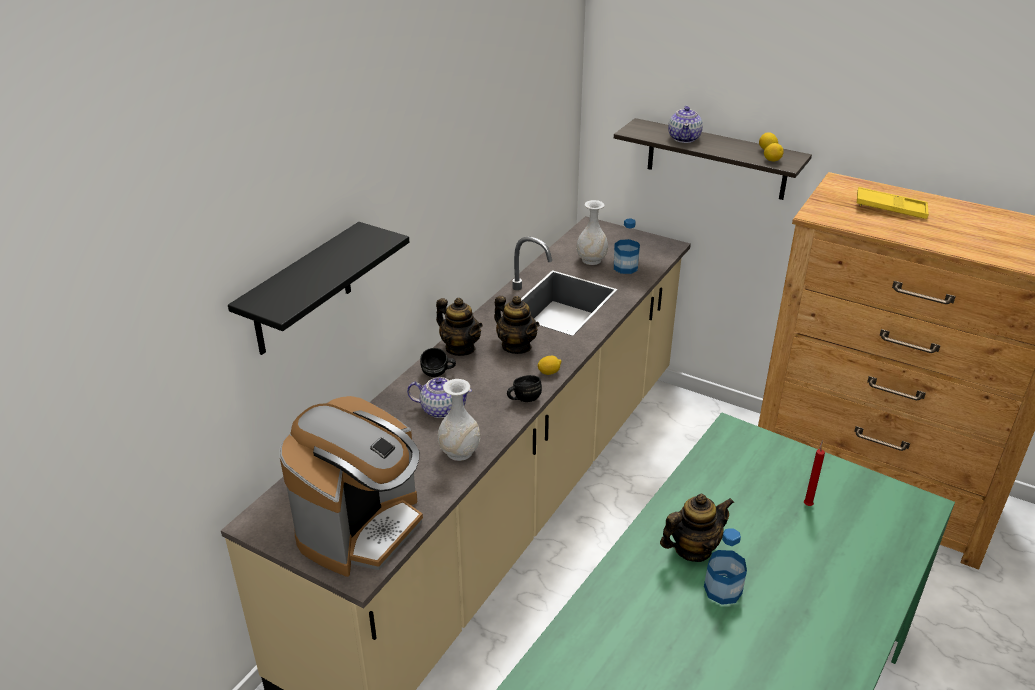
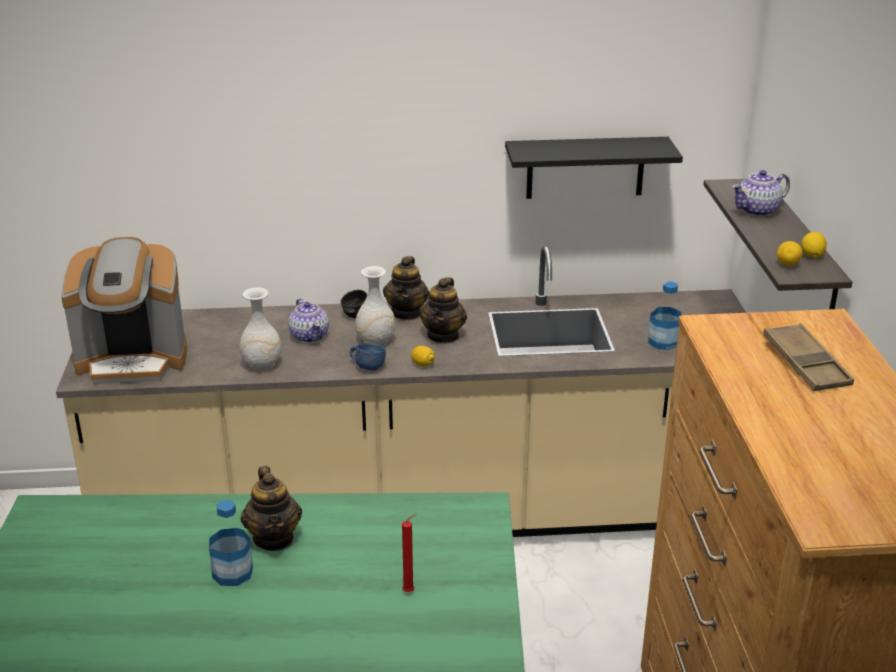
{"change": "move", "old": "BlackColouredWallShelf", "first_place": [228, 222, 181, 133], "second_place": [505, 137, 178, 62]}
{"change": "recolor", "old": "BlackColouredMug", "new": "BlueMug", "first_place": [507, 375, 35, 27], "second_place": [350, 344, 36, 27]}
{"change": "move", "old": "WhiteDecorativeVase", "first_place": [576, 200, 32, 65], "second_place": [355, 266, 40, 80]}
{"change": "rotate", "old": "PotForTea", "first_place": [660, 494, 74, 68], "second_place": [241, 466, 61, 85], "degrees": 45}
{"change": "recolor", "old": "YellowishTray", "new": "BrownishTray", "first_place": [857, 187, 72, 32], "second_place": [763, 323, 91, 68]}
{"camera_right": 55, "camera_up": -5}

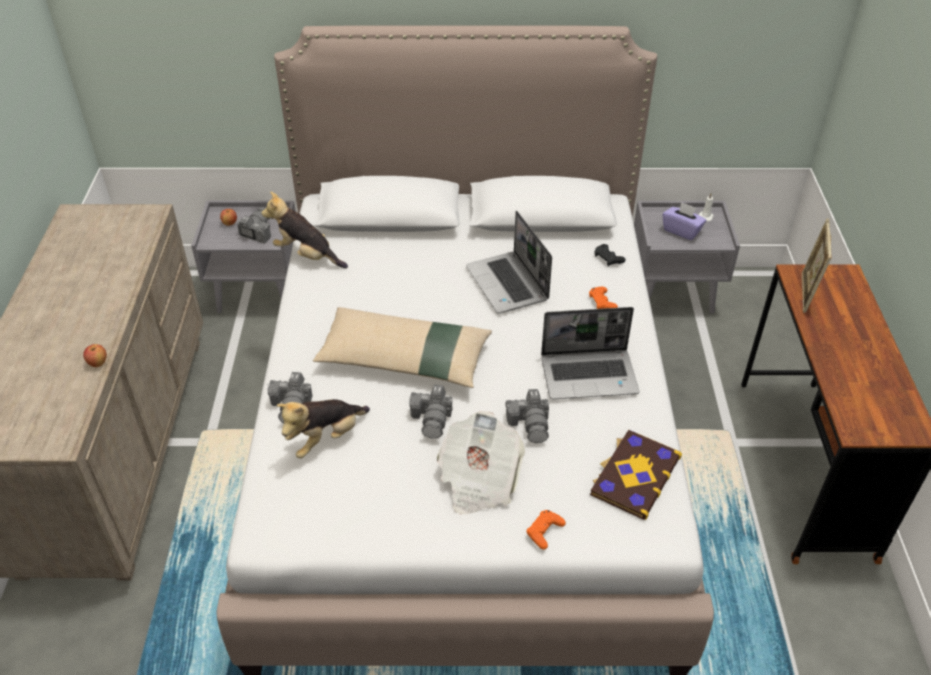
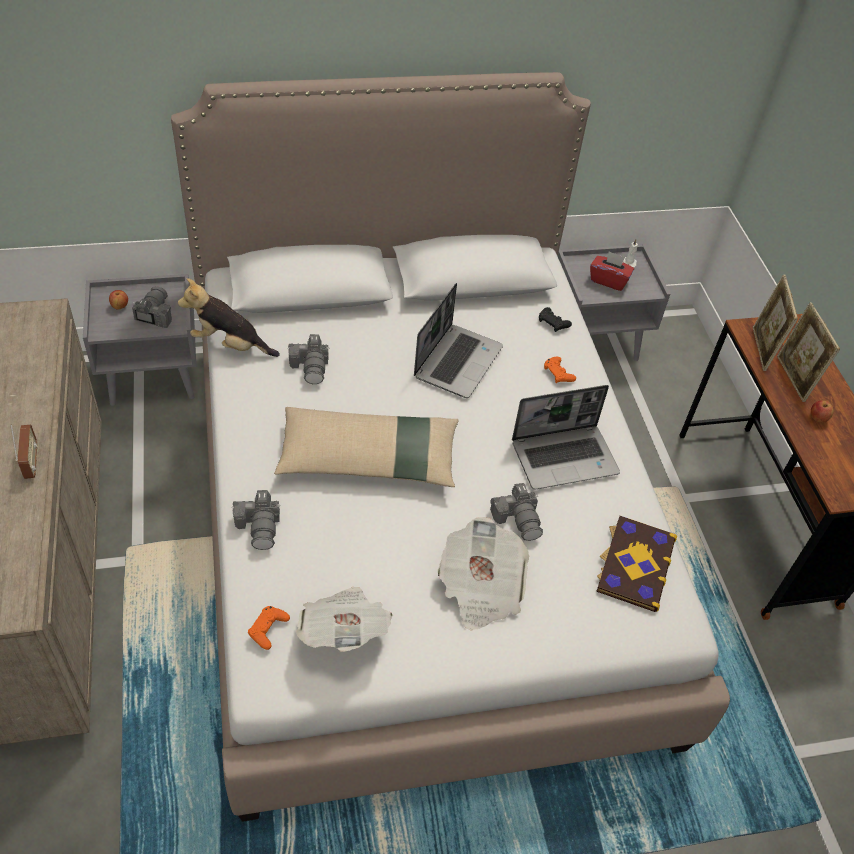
{"change": "move", "old": "WholeApple", "first_place": [83, 344, 24, 23], "second_place": [811, 400, 23, 23]}
{"change": "delete", "old": "SoftToy", "first_place": [276, 399, 94, 59]}
{"change": "move", "old": "StillCamera", "first_place": [409, 384, 44, 55], "second_place": [288, 334, 41, 50]}
{"change": "rotate", "old": "Laptop", "first_place": [466, 210, 86, 104], "second_place": [414, 283, 89, 115], "degrees": -120}
{"change": "move", "old": "OrangeColouredGameController", "first_place": [526, 510, 40, 40], "second_place": [248, 606, 42, 44]}
{"change": "recolor", "old": "PurpleTissueBox", "new": "RedTissueBox", "first_place": [663, 202, 44, 38], "second_place": [590, 251, 44, 40]}
{"change": "insert", "new": "RadioSet", "second_place": [10, 424, 28, 55]}
{"change": "insert", "new": "PrintedPaper", "second_place": [296, 587, 97, 65]}
{"change": "insert", "new": "PhotoFrame", "second_place": [777, 302, 63, 100]}
{"camera_right": -15, "camera_up": 5}

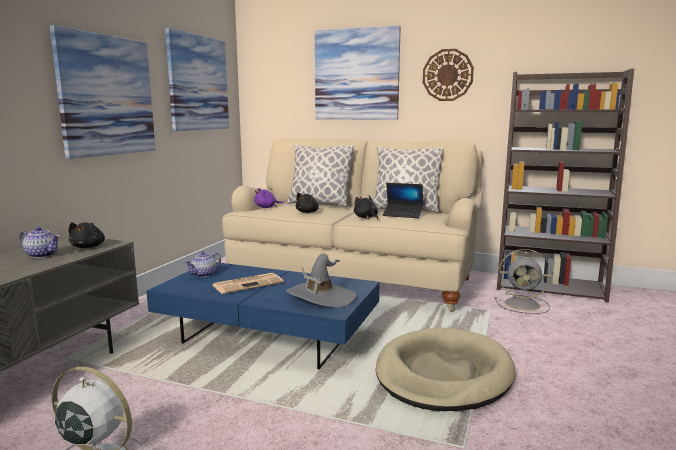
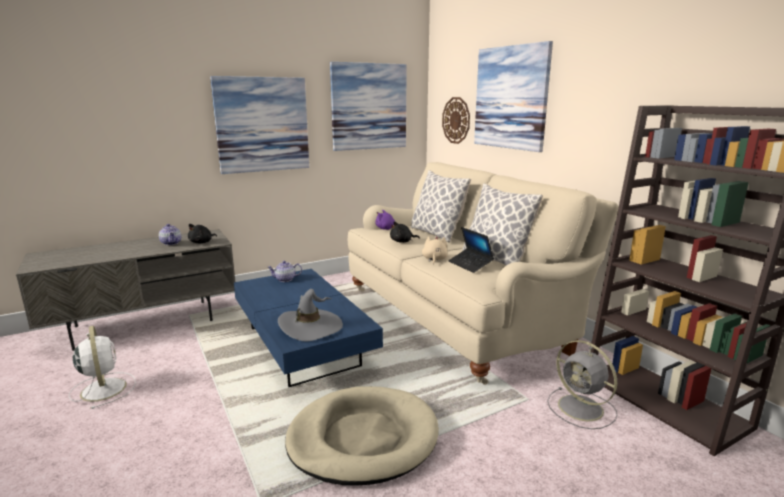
{"change": "delete", "old": "PrintedPaper", "first_place": [213, 273, 71, 21]}
{"change": "recolor", "old": "BlackColouredSoftToy", "new": "SandColouredSoftToy", "first_place": [354, 195, 24, 24], "second_place": [422, 236, 26, 29]}
{"change": "move", "old": "HangingClock", "first_place": [423, 49, 51, 52], "second_place": [442, 97, 28, 47]}
{"camera_right": 40, "camera_up": 5}

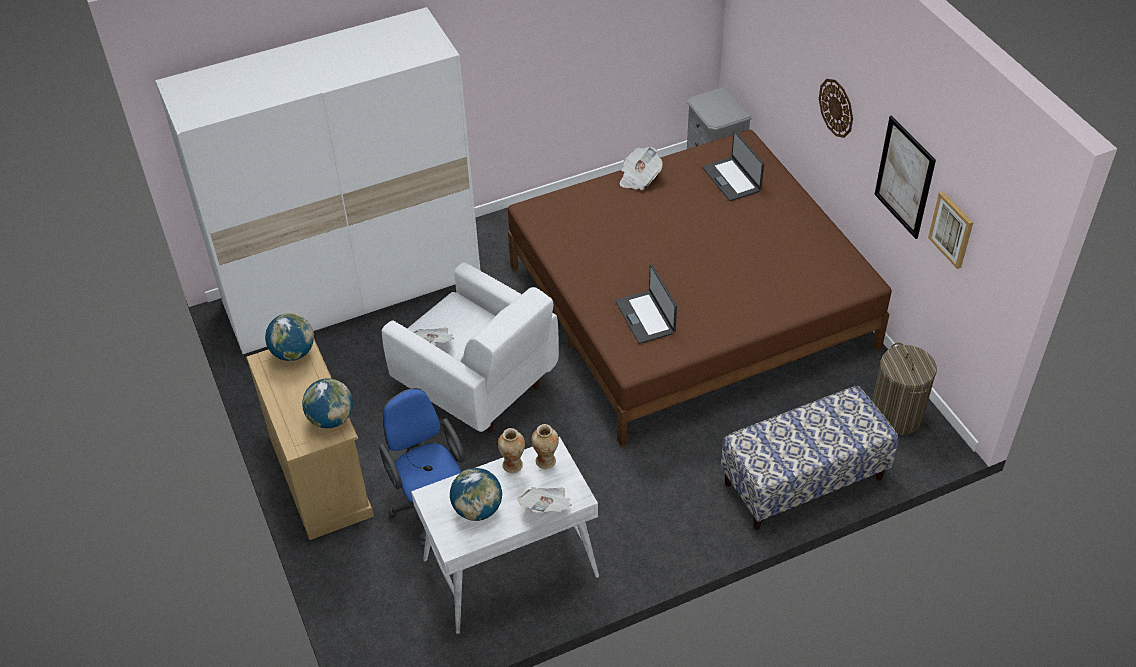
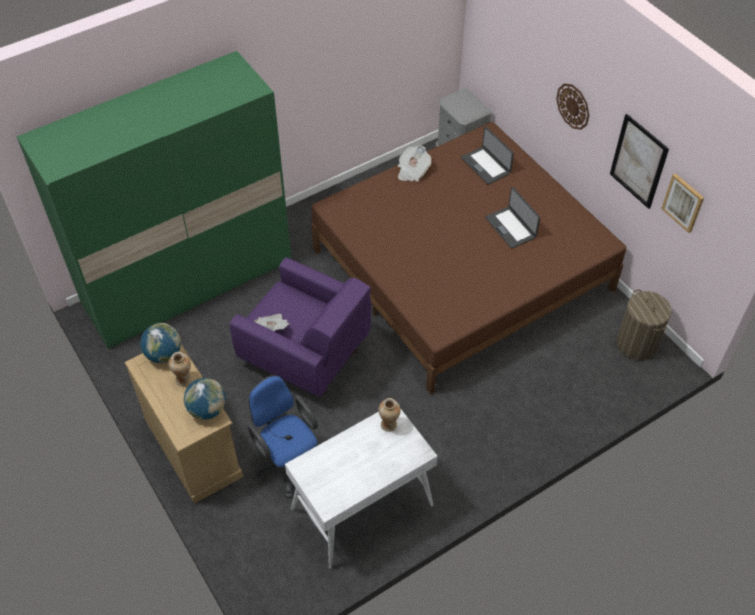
{"change": "recolor", "old": "WhiteWardrobe", "new": "GreenWardrobe", "first_place": [155, 7, 326, 347], "second_place": [17, 51, 275, 298]}
{"change": "recolor", "old": "WhiteEasyChair", "new": "PurpleEasyChair", "first_place": [382, 262, 177, 171], "second_place": [230, 257, 141, 140]}
{"change": "delete", "old": "Globe", "first_place": [450, 468, 52, 53]}
{"change": "move", "old": "DecorativeVase", "first_place": [498, 428, 27, 45], "second_place": [169, 352, 23, 34]}
{"change": "delete", "old": "PrintedPaper", "first_place": [517, 487, 54, 26]}
{"change": "move", "old": "Laptop", "first_place": [615, 264, 62, 80], "second_place": [485, 187, 55, 62]}
{"change": "delete", "old": "LongSeat", "first_place": [721, 386, 178, 144]}
{"camera_right": -10, "camera_up": 5}

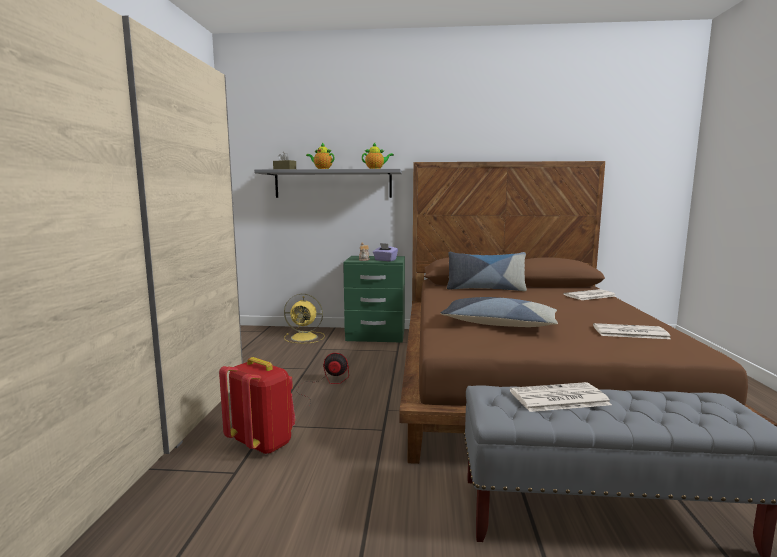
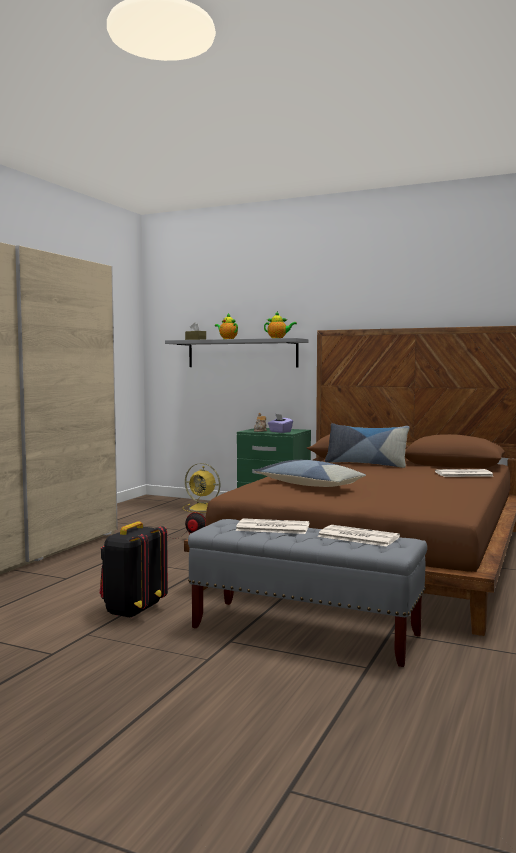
{"change": "delete", "old": "RedKnapsack", "first_place": [219, 357, 76, 98]}
{"change": "move", "old": "PrintedPaper", "first_place": [593, 323, 78, 16], "second_place": [317, 525, 83, 22]}
{"change": "insert", "new": "BlackColouredKnapsack", "second_place": [100, 522, 68, 96]}
{"camera_right": 20, "camera_up": -5}

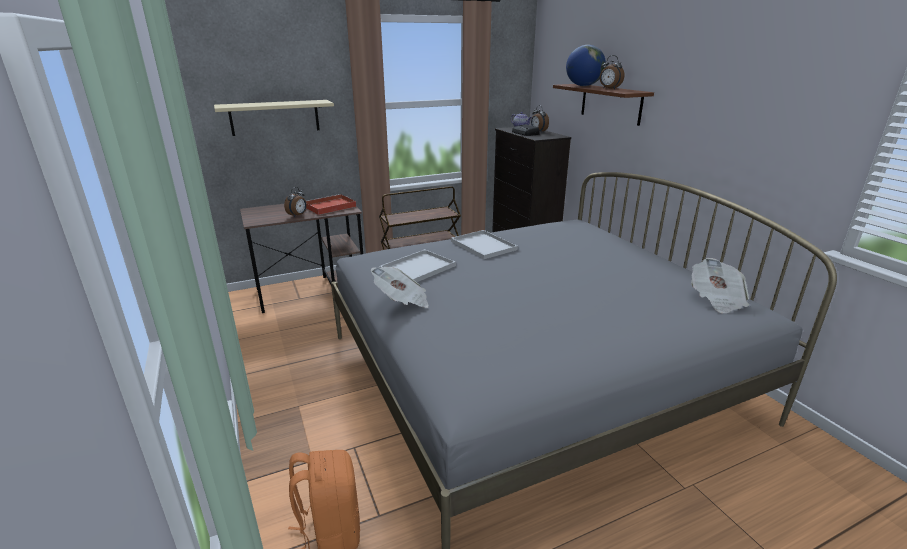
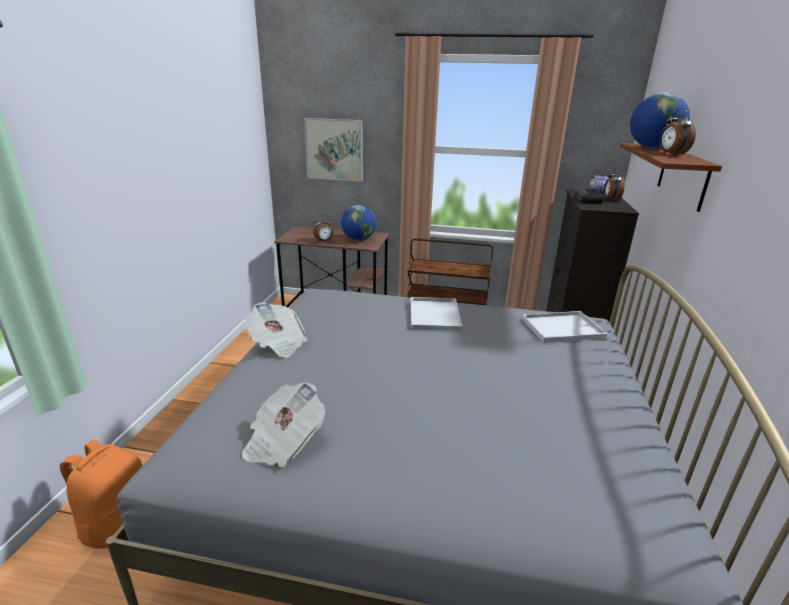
{"change": "replace", "old": "SandColouredWallShelf", "new": "Picture", "first_place": [214, 100, 120, 36], "second_place": [304, 118, 59, 64]}
{"change": "replace", "old": "RedTray", "new": "Globe", "first_place": [306, 194, 50, 21], "second_place": [341, 205, 35, 36]}
{"change": "move", "old": "WhiteTray", "first_place": [379, 249, 77, 33], "second_place": [522, 311, 85, 32]}
{"change": "move", "old": "PrintedPaper", "first_place": [691, 258, 58, 55], "second_place": [241, 383, 84, 84]}
{"camera_right": 35, "camera_up": 0}

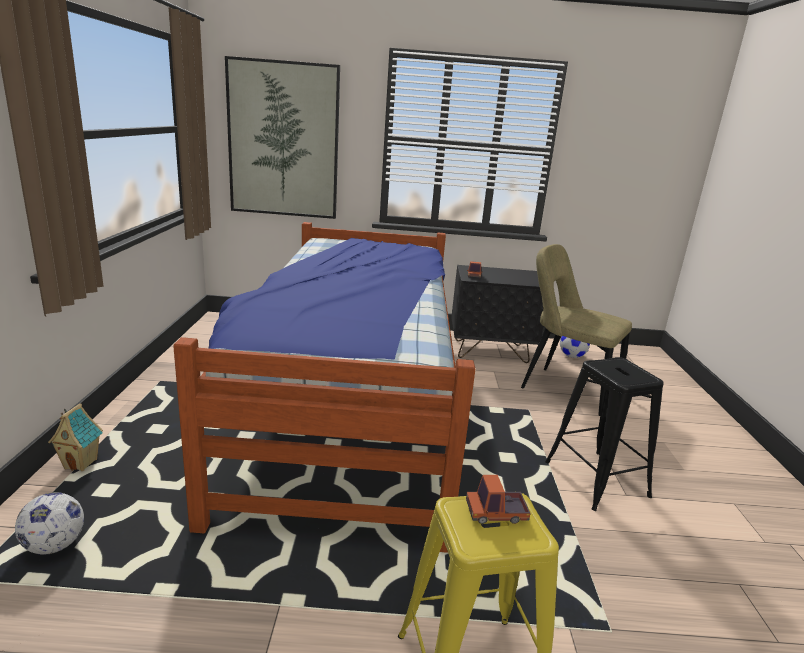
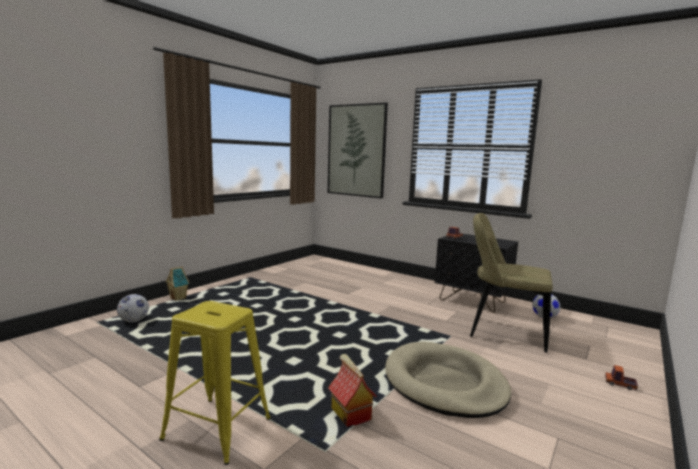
{"change": "delete", "old": "SleepingBed", "first_place": [173, 222, 302, 331]}
{"change": "move", "old": "ToyLorry", "first_place": [466, 475, 64, 49], "second_place": [605, 365, 33, 25]}
{"change": "rotate", "old": "SandColouredPlainChair", "first_place": [521, 244, 111, 172], "second_place": [470, 213, 83, 140], "degrees": -45}
{"change": "replace", "old": "BlackColouredSittingStool", "new": "SandColouredDogBed", "first_place": [545, 357, 118, 154], "second_place": [385, 341, 127, 77]}
{"change": "insert", "new": "ToyHouse", "second_place": [328, 354, 49, 73]}
{"camera_right": 35, "camera_up": -10}

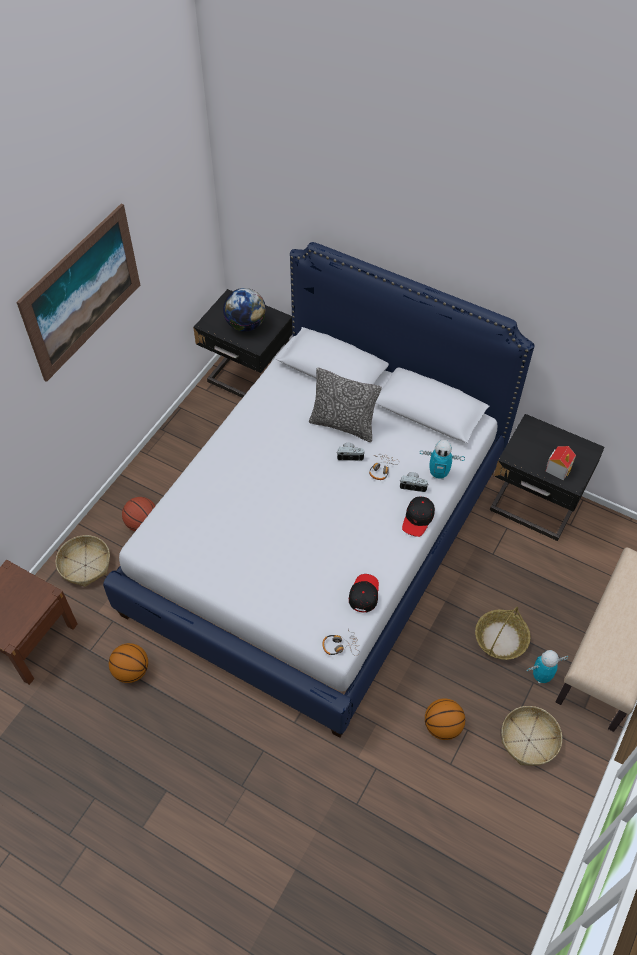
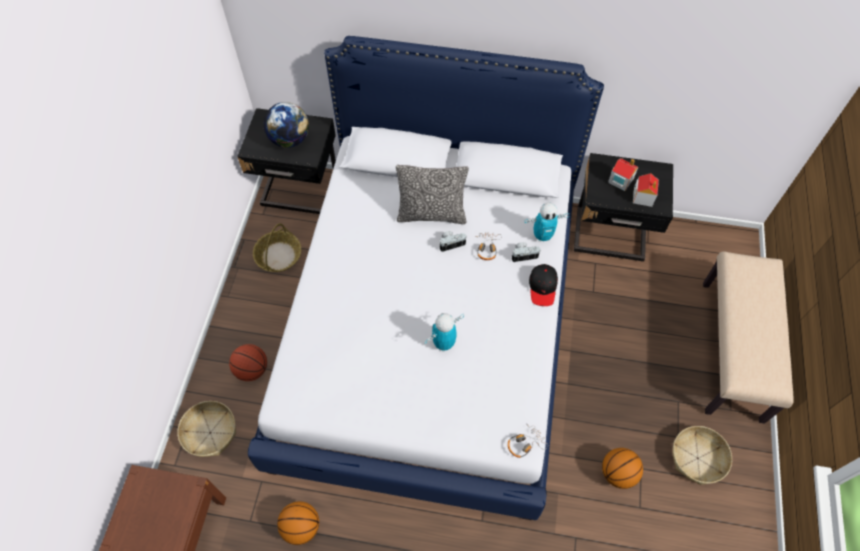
{"change": "delete", "old": "Picture", "first_place": [16, 204, 124, 178]}
{"change": "delete", "old": "BlackColouredBaseballCap", "first_place": [349, 574, 30, 38]}
{"change": "move", "old": "Basket", "first_place": [475, 607, 55, 53], "second_place": [253, 223, 48, 49]}
{"change": "move", "old": "RobotFigure", "first_place": [526, 650, 42, 34], "second_place": [424, 313, 40, 39]}
{"change": "insert", "new": "ToyHouse", "second_place": [608, 158, 30, 33]}
{"camera_right": -20, "camera_up": 5}

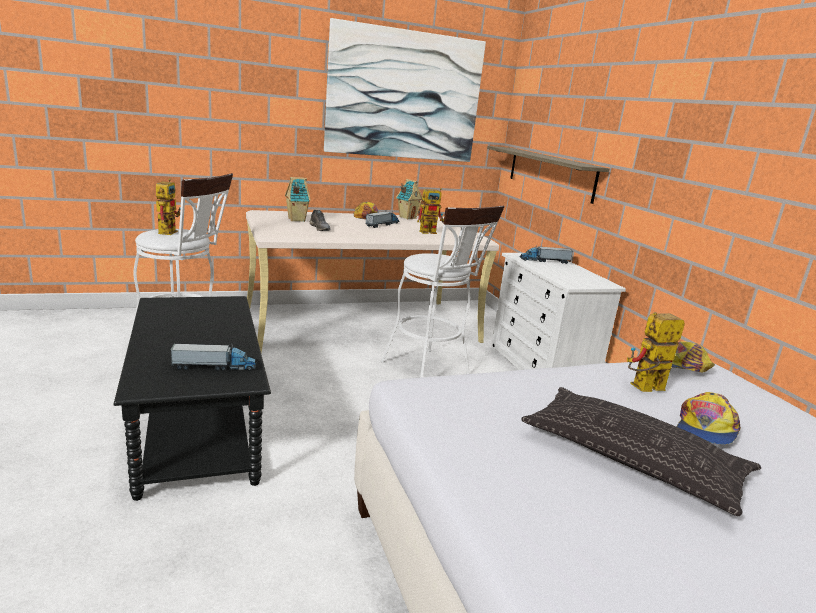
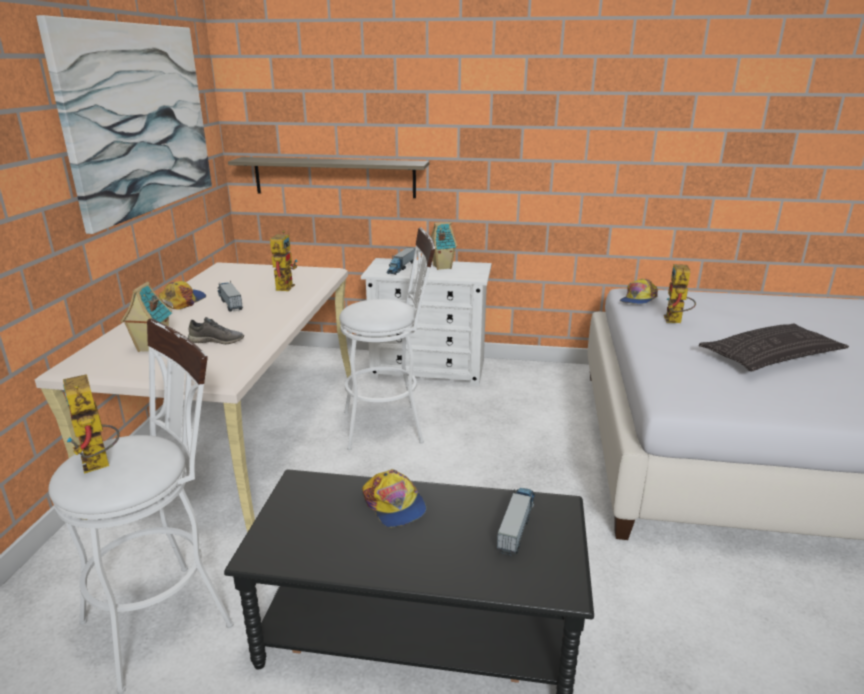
{"change": "rotate", "old": "RobotFigure", "first_place": [156, 179, 25, 56], "second_place": [63, 374, 57, 100], "degrees": -150}
{"change": "move", "old": "ToyHouse", "first_place": [396, 179, 27, 40], "second_place": [431, 222, 26, 48]}
{"change": "move", "old": "BaseballCap", "first_place": [677, 392, 64, 53], "second_place": [362, 469, 64, 58]}
{"camera_right": -60, "camera_up": 5}

